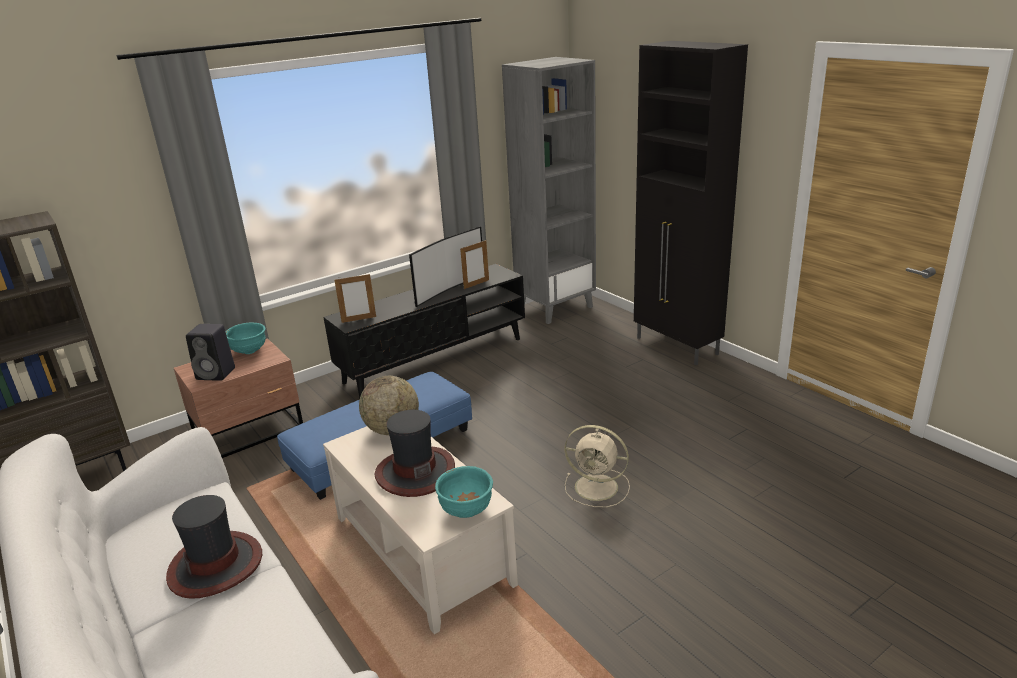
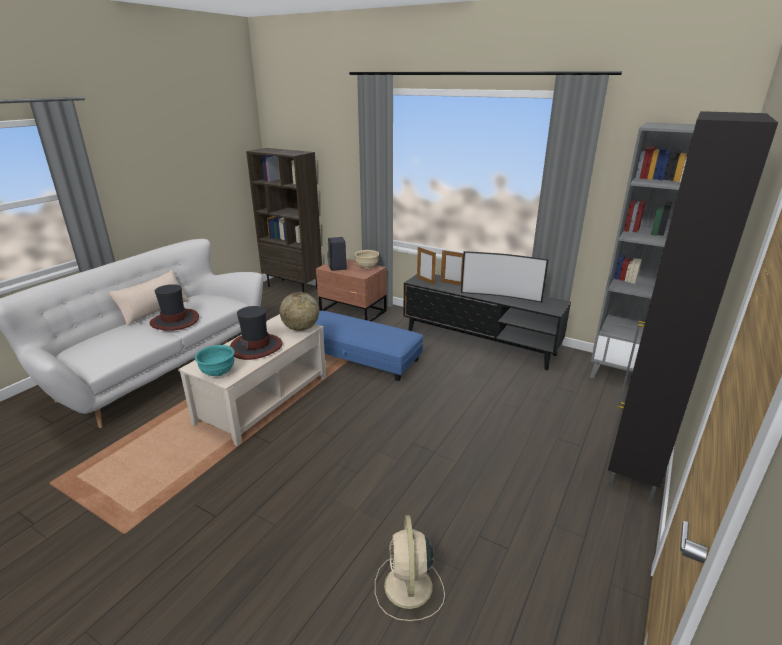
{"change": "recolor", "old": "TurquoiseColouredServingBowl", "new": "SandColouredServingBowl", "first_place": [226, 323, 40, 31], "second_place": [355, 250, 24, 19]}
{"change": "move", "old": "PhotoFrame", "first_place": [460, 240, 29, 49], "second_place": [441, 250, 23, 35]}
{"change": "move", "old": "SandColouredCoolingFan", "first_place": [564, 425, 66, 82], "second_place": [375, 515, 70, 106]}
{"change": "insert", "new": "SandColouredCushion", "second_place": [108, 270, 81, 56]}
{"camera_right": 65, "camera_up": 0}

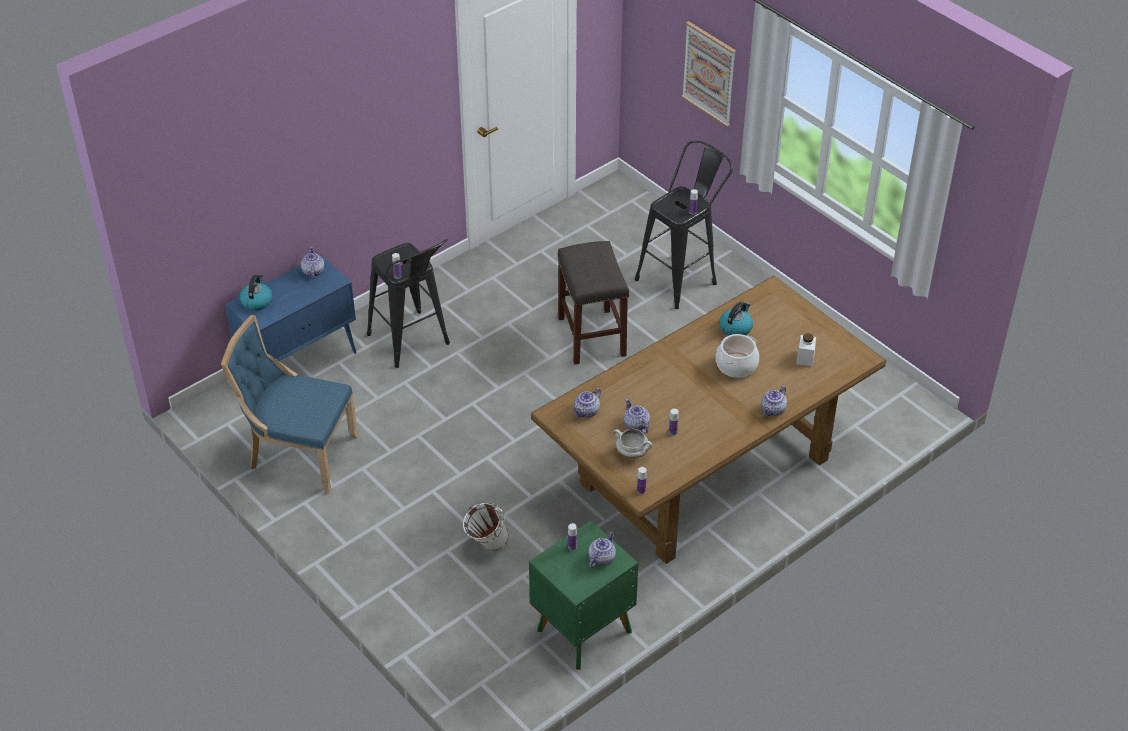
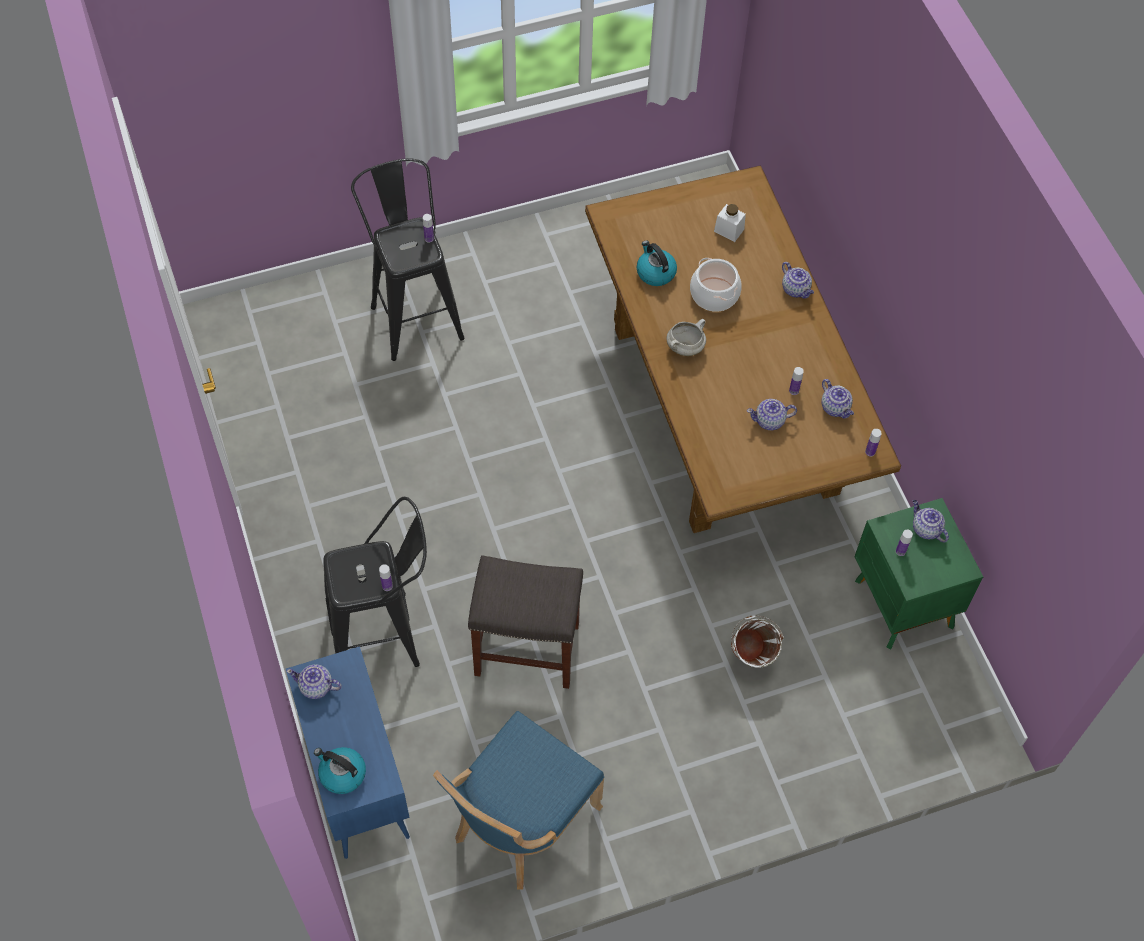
{"change": "move", "old": "GreySittingStool", "first_place": [557, 241, 72, 124], "second_place": [468, 556, 115, 133]}
{"change": "move", "old": "PotForTea", "first_place": [573, 388, 28, 30], "second_place": [821, 379, 33, 40]}
{"change": "move", "old": "WhiteSaucepot", "first_place": [613, 429, 39, 30], "second_place": [666, 319, 40, 37]}
{"change": "delete", "old": "Picture", "first_place": [682, 21, 54, 106]}
{"camera_right": -70, "camera_up": 15}

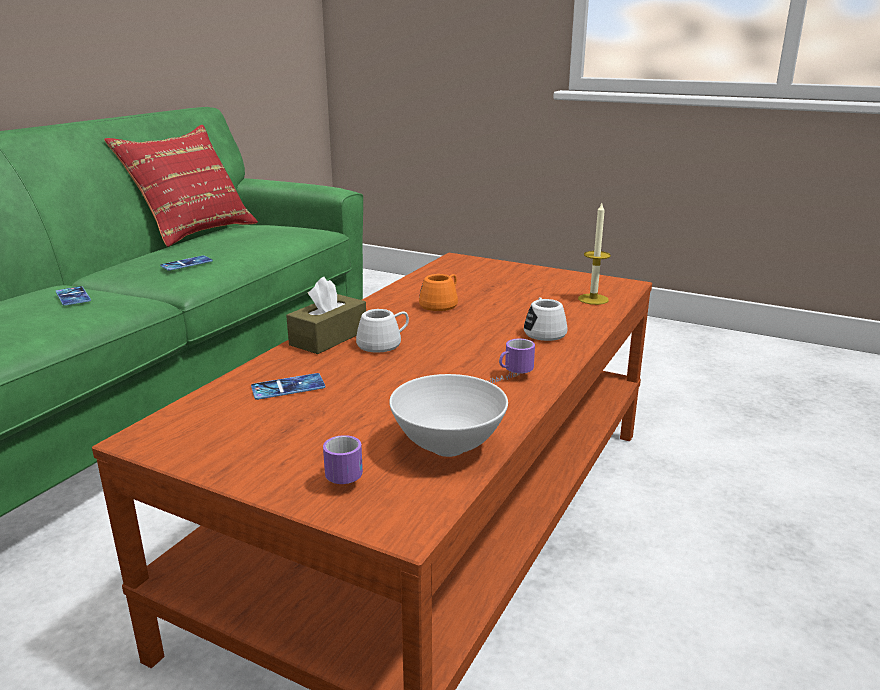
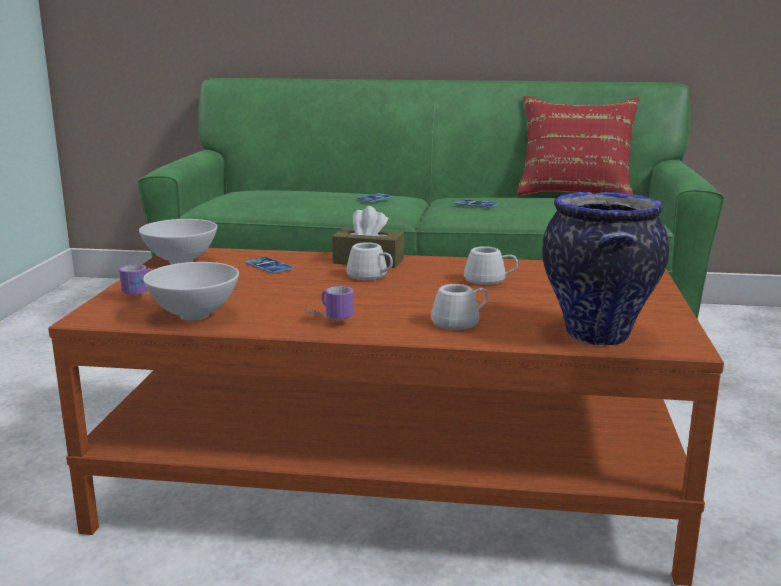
{"change": "recolor", "old": "OrangeColouredMug", "new": "WhiteMug", "first_place": [419, 274, 39, 37], "second_place": [464, 246, 54, 39]}
{"change": "replace", "old": "WaxCandle", "new": "DecorativeVase", "first_place": [578, 203, 33, 102], "second_place": [542, 192, 127, 154]}
{"change": "insert", "new": "WhiteServingBowl", "second_place": [139, 219, 78, 45]}
{"camera_right": 70, "camera_up": -5}

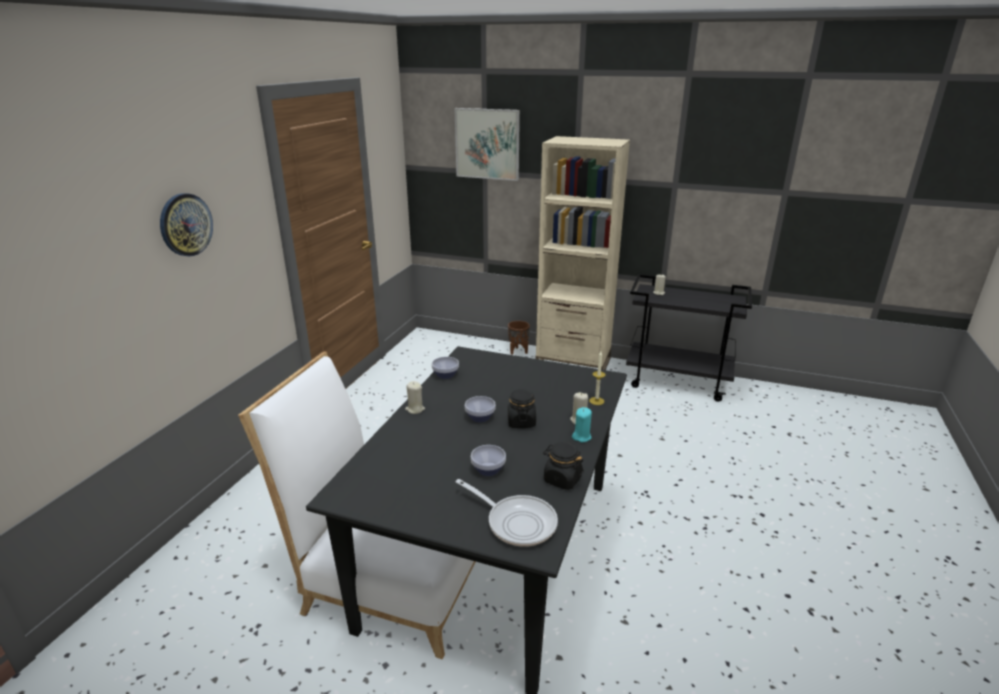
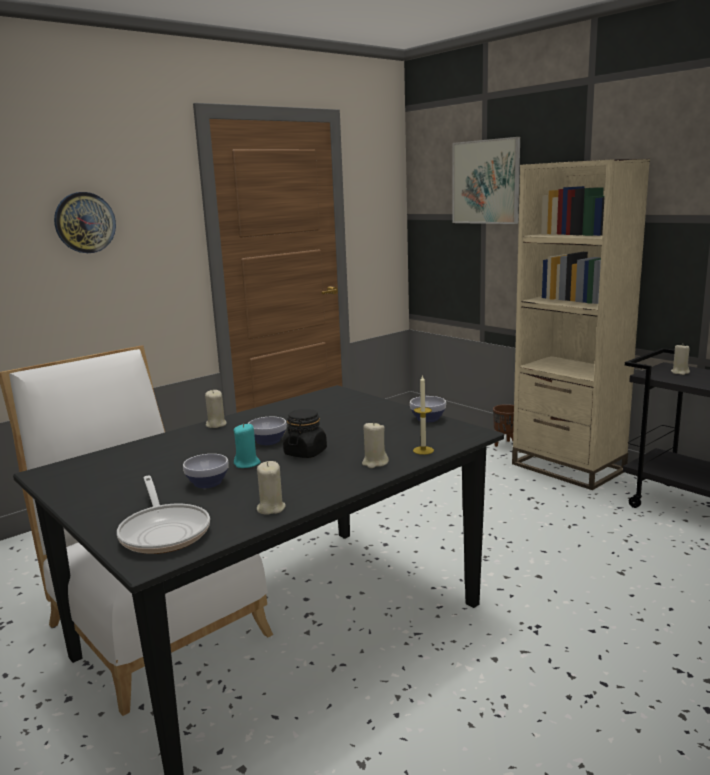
{"change": "move", "old": "ServingBowl", "first_place": [432, 357, 27, 22], "second_place": [410, 396, 36, 26]}
{"change": "replace", "old": "BlackColouredJar", "new": "SandColouredWaxCandle", "first_place": [543, 442, 41, 48], "second_place": [257, 461, 29, 54]}
{"change": "move", "old": "TurquoiseColouredWaxCandle", "first_place": [572, 407, 20, 35], "second_place": [234, 423, 27, 45]}
{"camera_right": 30, "camera_up": -10}

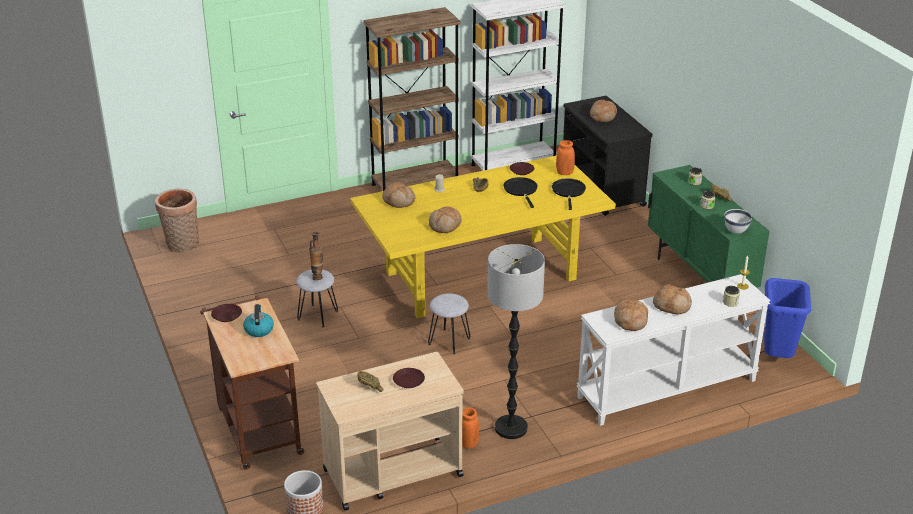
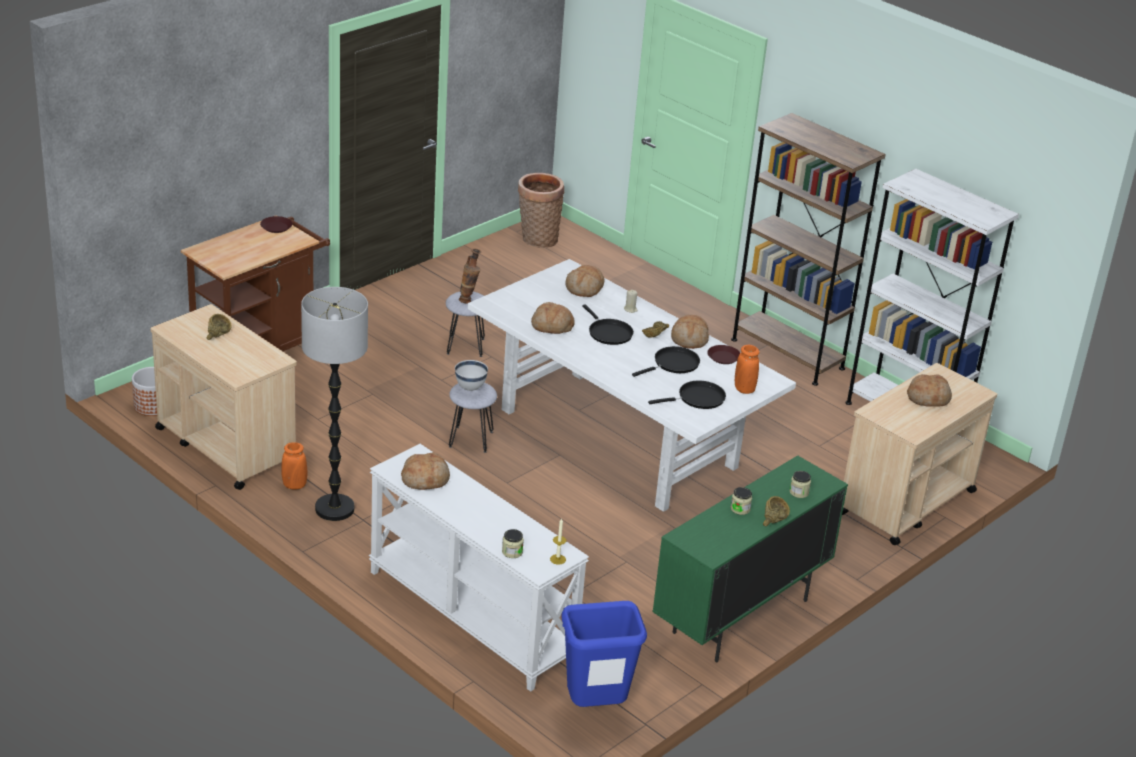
{"change": "delete", "old": "Kettle", "first_place": [243, 304, 31, 33]}
{"change": "recolor", "old": "YellowishKitchenTable", "new": "WhiteKitchenTable", "first_place": [351, 156, 265, 162], "second_place": [468, 259, 328, 253]}
{"change": "delete", "old": "BrownishFlatDish", "first_place": [393, 368, 32, 20]}
{"change": "recolor", "old": "BlackColouredCart", "new": "SandColouredCart", "first_place": [563, 96, 89, 120], "second_place": [842, 363, 155, 182]}
{"change": "move", "old": "BakeryBread", "first_place": [653, 284, 39, 31], "second_place": [671, 315, 38, 34]}
{"change": "move", "old": "WhiteServingBowl", "first_place": [725, 209, 27, 25], "second_place": [455, 360, 33, 31]}
{"change": "insert", "new": "BlackColouredPan", "second_place": [582, 304, 52, 41]}
{"camera_right": 65, "camera_up": 0}

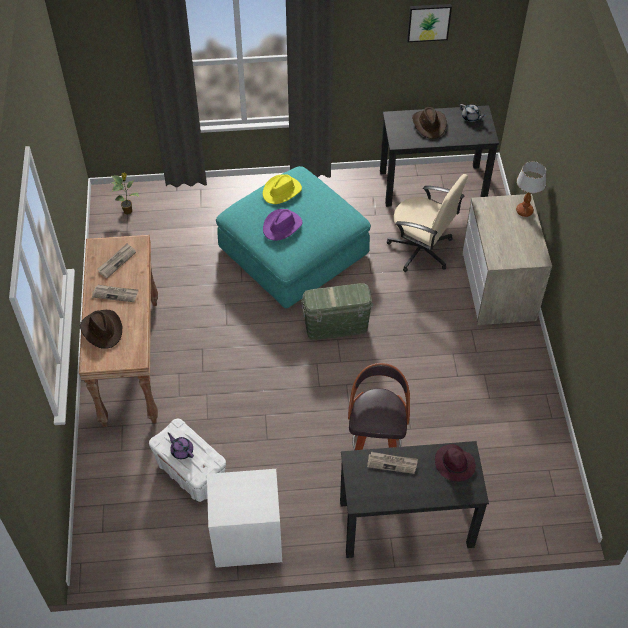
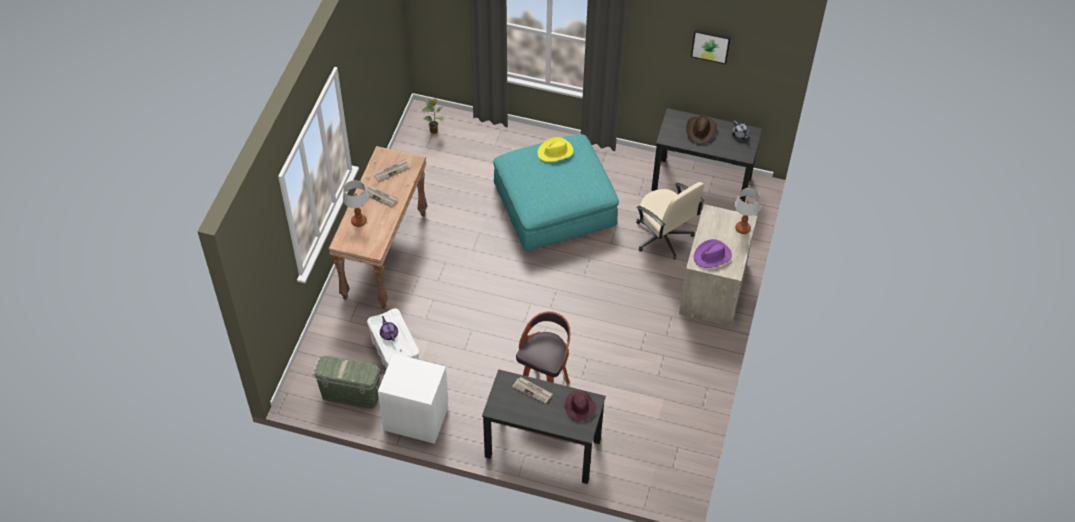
{"change": "replace", "old": "BrownishClothingHat", "new": "TableLamp", "first_place": [80, 310, 42, 39], "second_place": [343, 180, 26, 47]}
{"change": "move", "old": "PurpleClothingHat", "first_place": [263, 209, 39, 32], "second_place": [694, 239, 38, 29]}
{"change": "move", "old": "GreenStorageBox", "first_place": [301, 283, 73, 57], "second_place": [314, 356, 67, 53]}
{"camera_right": 20, "camera_up": 0}

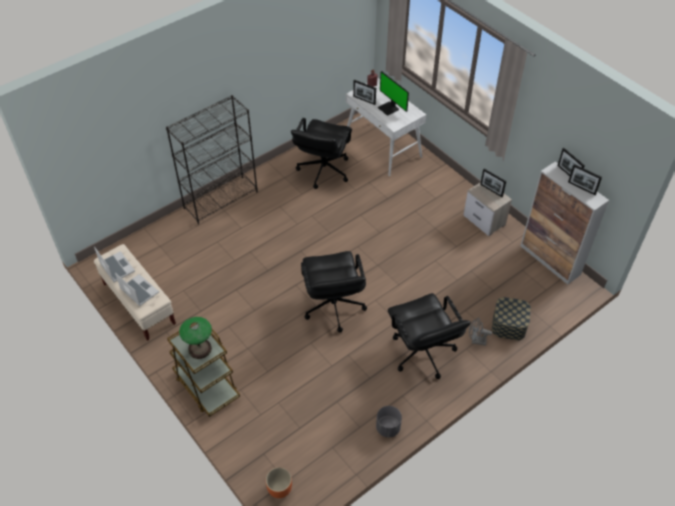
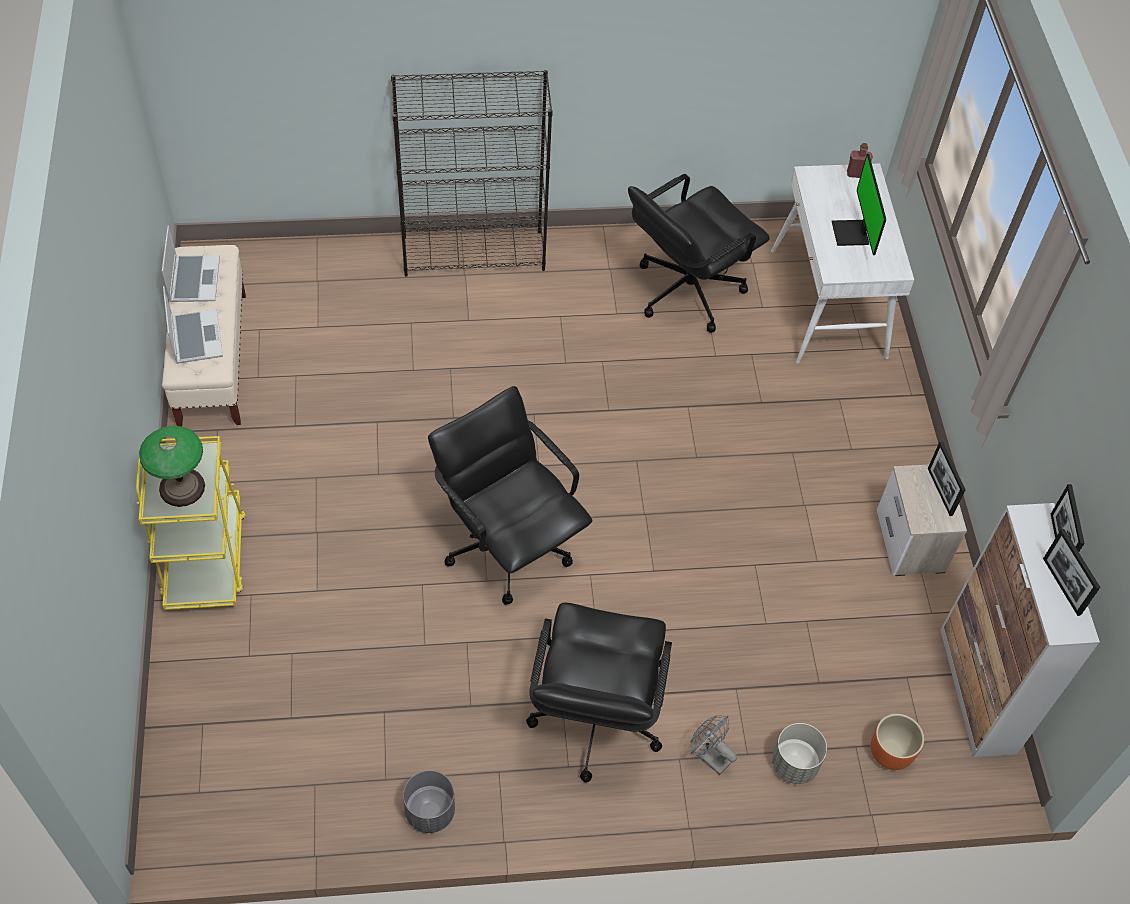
{"change": "recolor", "old": "BrownishCart", "new": "YellowishCart", "first_place": [167, 322, 73, 95], "second_place": [136, 436, 110, 174]}
{"change": "move", "old": "OrangeColouredPlanter", "first_place": [266, 467, 26, 31], "second_place": [871, 714, 53, 56]}
{"change": "rotate", "old": "BlackColouredOfficeChair", "first_place": [301, 251, 66, 82], "second_place": [428, 386, 164, 219], "degrees": 120}
{"change": "delete", "old": "PhotoFrame", "first_place": [353, 80, 23, 25]}
{"change": "replace", "old": "StorageBox", "new": "GreyPlanter", "first_place": [492, 297, 39, 43], "second_place": [772, 723, 55, 61]}
{"camera_right": 30, "camera_up": 5}

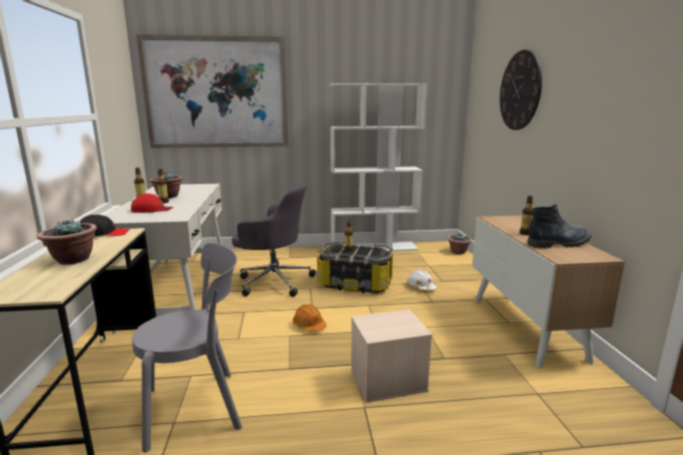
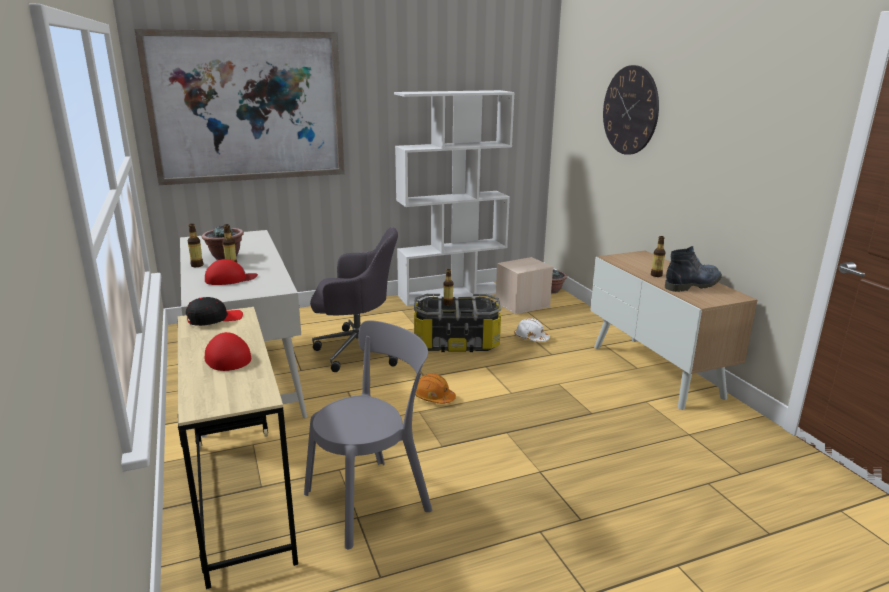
{"change": "replace", "old": "PlantInAPot", "new": "RedBaseballCap", "first_place": [37, 219, 60, 46], "second_place": [205, 332, 46, 39]}
{"change": "move", "old": "SandColouredStorageBox", "first_place": [351, 309, 81, 94], "second_place": [496, 257, 57, 58]}
{"camera_right": -15, "camera_up": 5}

